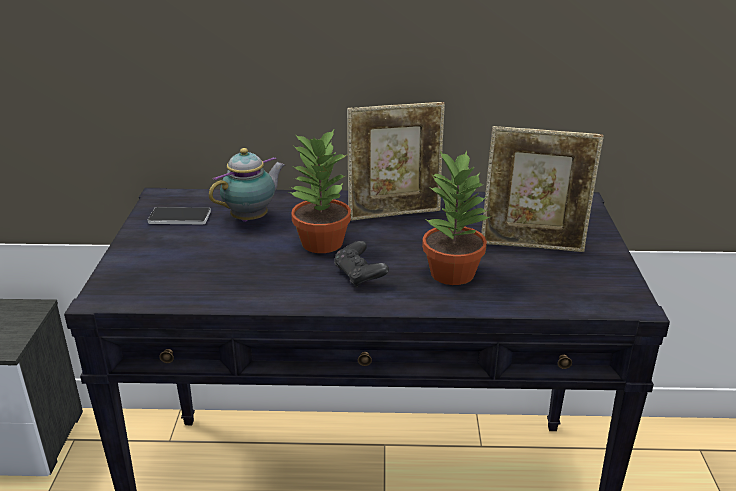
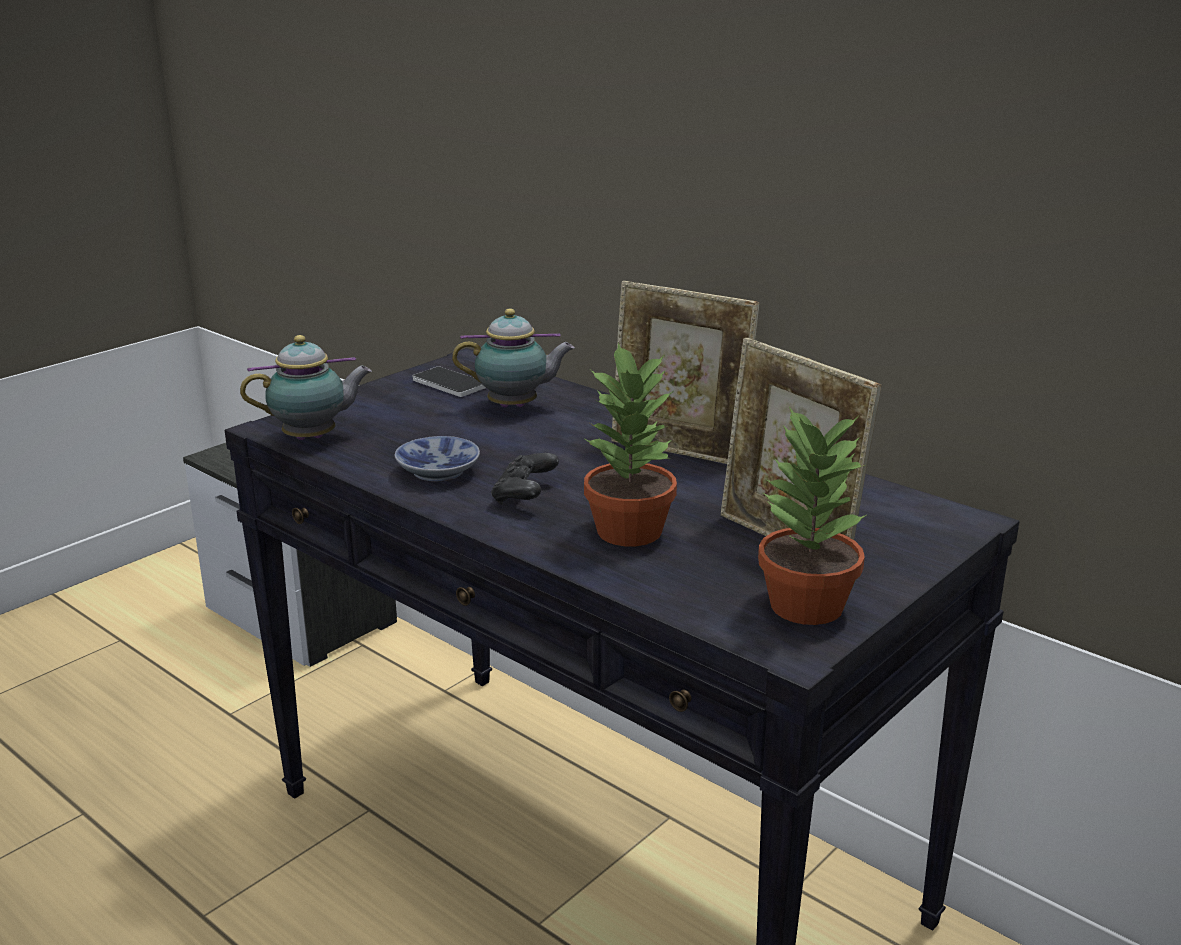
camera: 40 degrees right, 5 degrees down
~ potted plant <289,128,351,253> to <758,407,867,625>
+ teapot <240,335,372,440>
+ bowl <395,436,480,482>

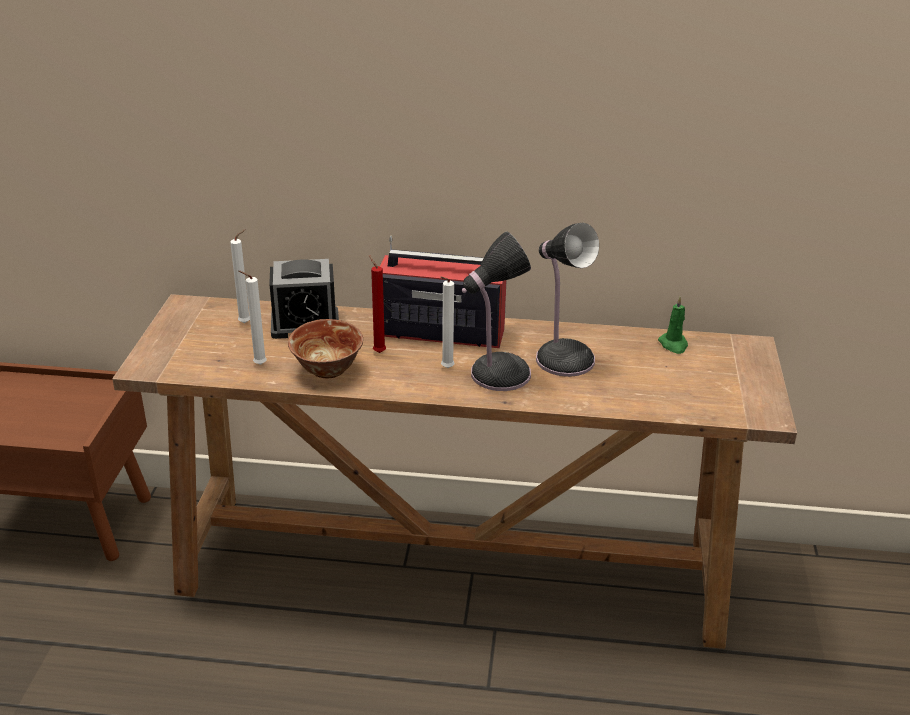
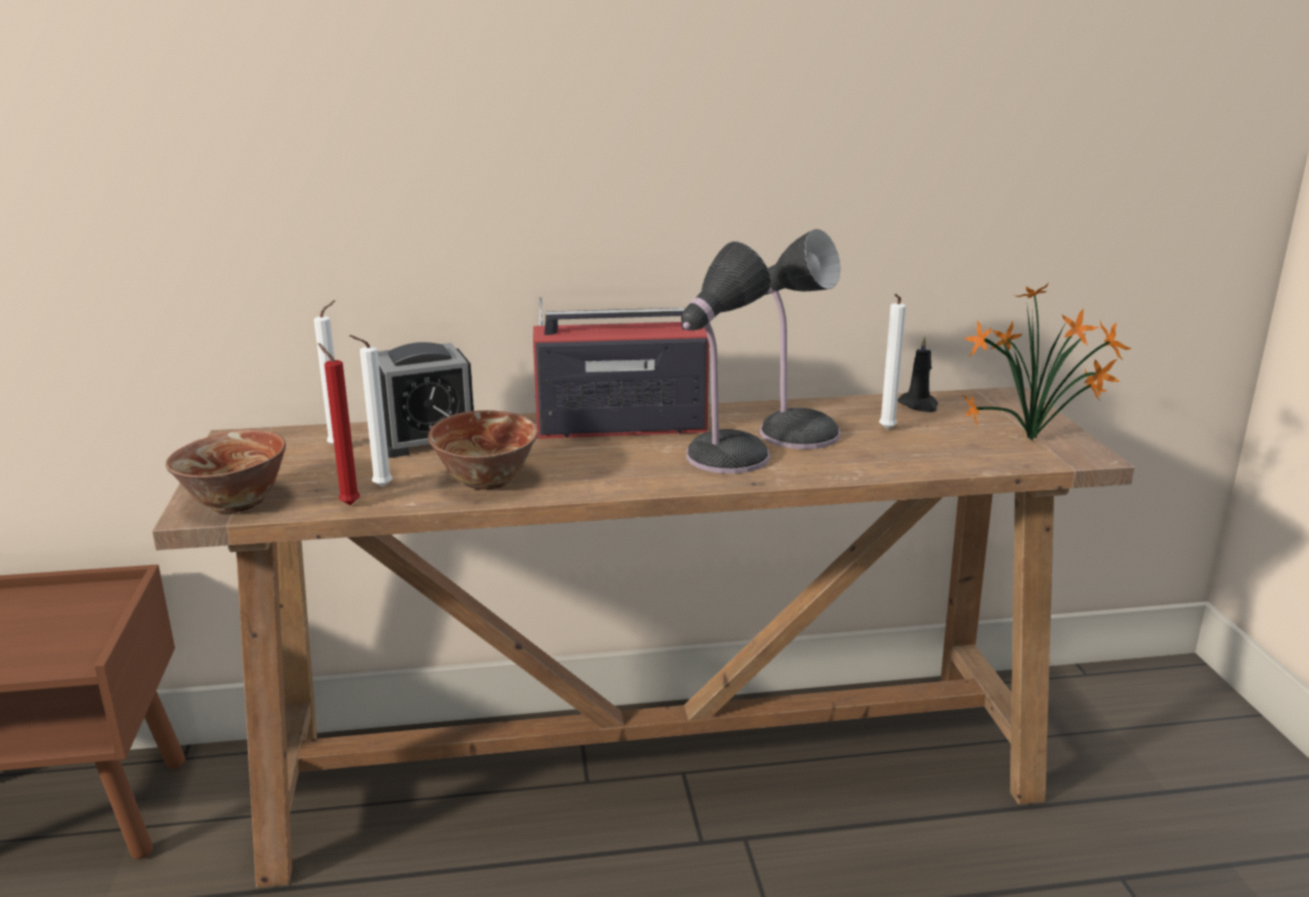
camera: 15 degrees left, 10 degrees down
~ candle (red) <369,255,386,353> to <318,343,360,505>
~ candle (white) <440,276,454,368> to <879,294,906,430>
~ candle (green) <658,297,688,354> to candle (black) <898,336,938,412>
+ bowl <166,430,286,513>
+ potted plant <962,283,1131,441>

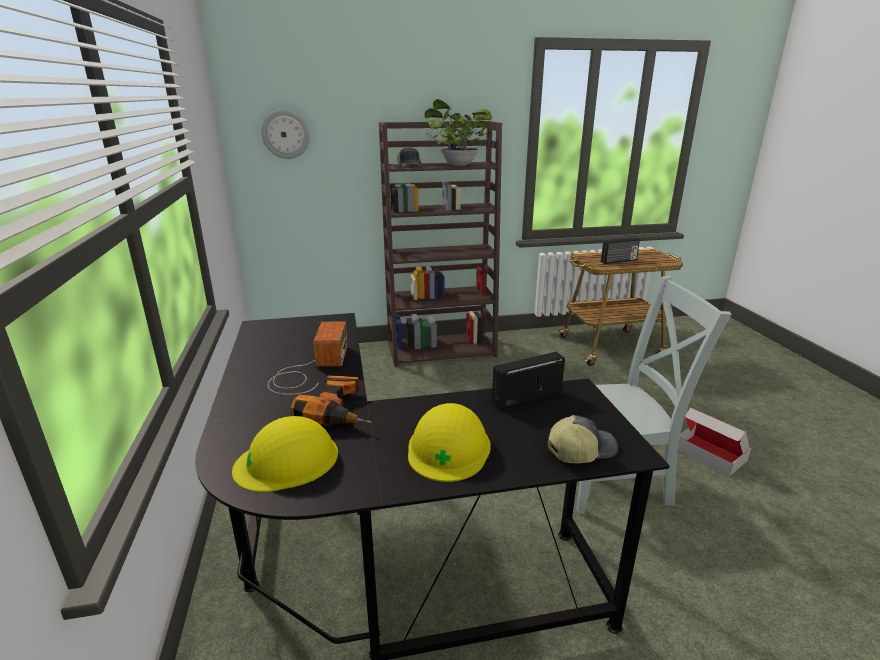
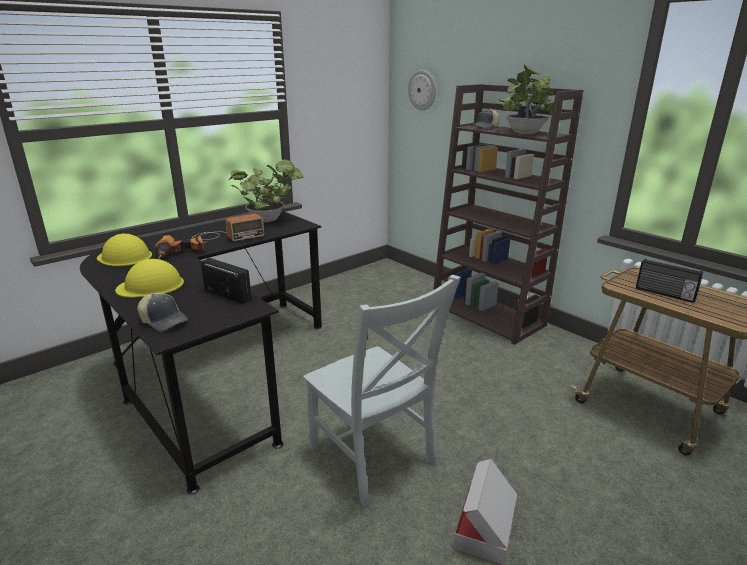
camera: 60 degrees right, 0 degrees up
+ potted plant <229,159,303,222>

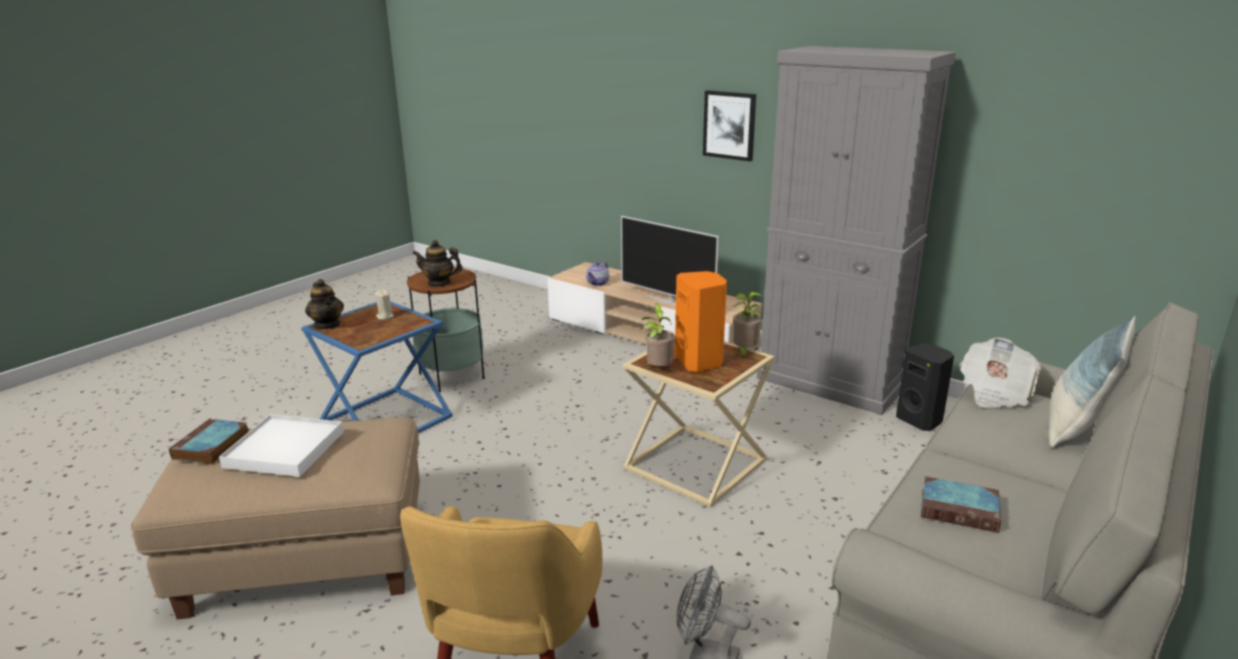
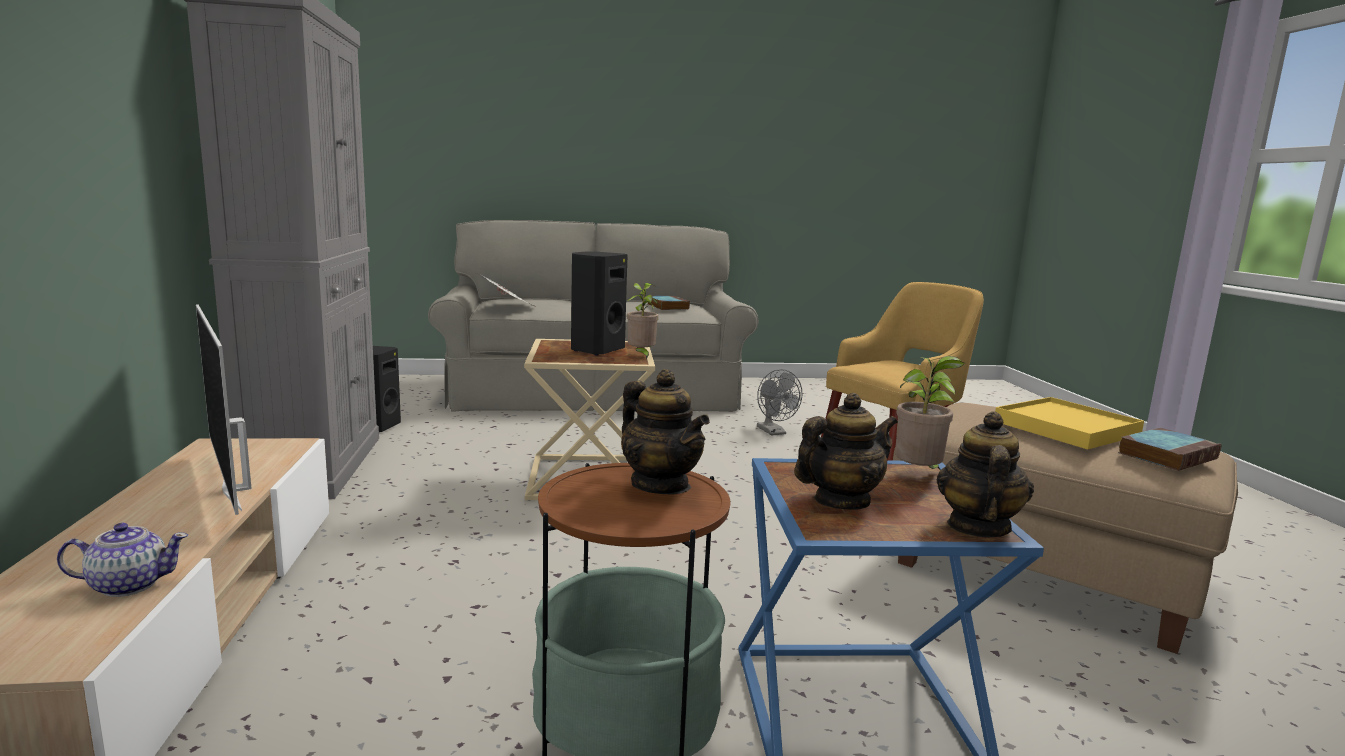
camera: 135 degrees left, 10 degrees down
~ tray (white) <219,415,344,477> to tray (yellow) <995,397,1144,449>
~ candle (beige) <375,290,394,320> to teapot <794,393,898,510>
~ television <621,216,719,305> = <196,304,252,515> 150 degrees clockwise
~ speaker (orange) <675,271,727,372> to speaker (black) <571,252,628,356>
- picture <703,90,756,161>
~ potted plant <732,292,763,360> to <895,356,965,471>
- pillow <1049,316,1136,448>

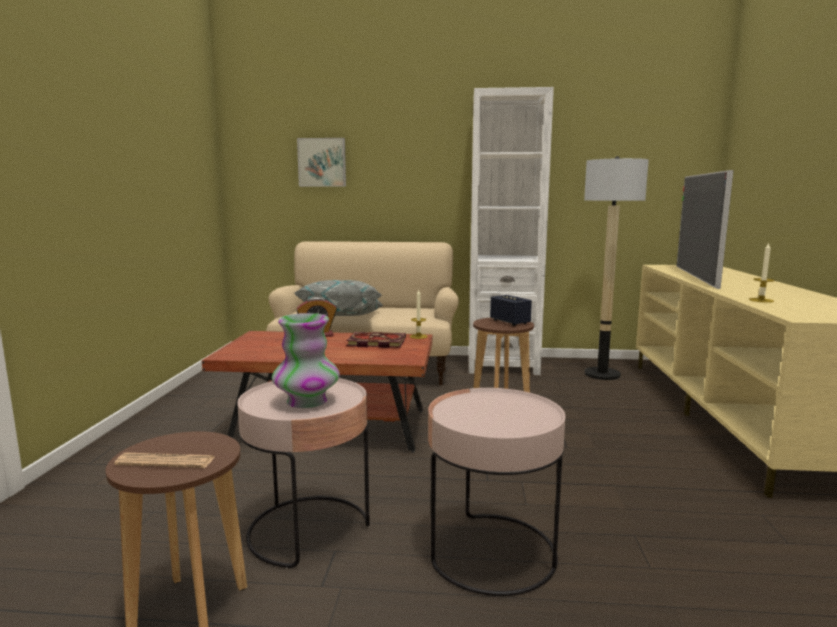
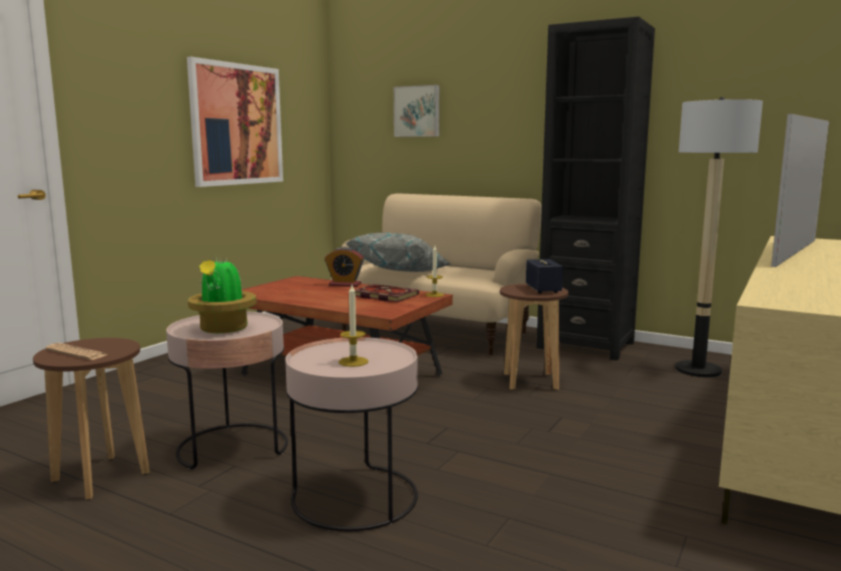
camera: 25 degrees right, 0 degrees up
~ vase <272,313,340,408> to potted plant <188,254,257,333>
~ bookcase (white) <469,87,554,375> to bookcase (black) <537,17,655,361>
~ candle <749,242,775,303> to <339,285,368,367>
+ picture <187,57,283,187>

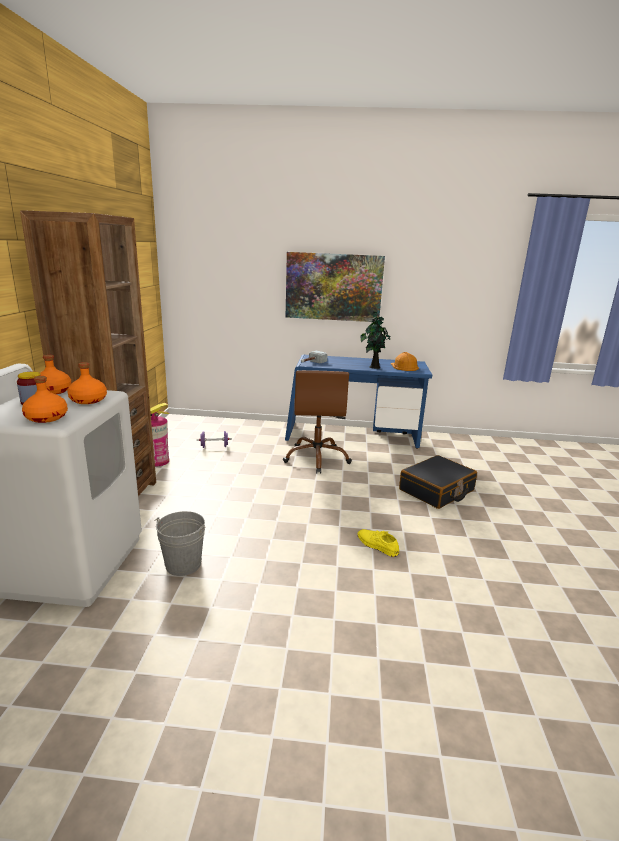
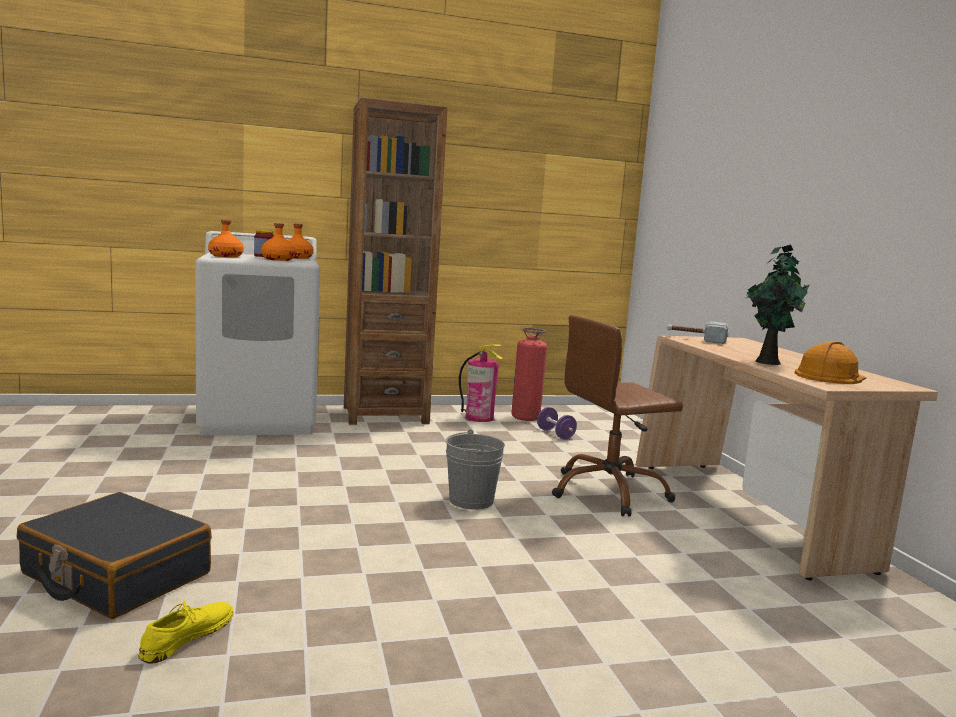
camera: 70 degrees right, 10 degrees down
~ bucket (grey) <154,511,205,576> to <445,429,505,510>
~ desk (blue) <285,355,432,449> to desk (beige) <636,336,938,580>
- picture <286,252,385,322>
~ shoe (yellow) <357,529,399,557> to <138,600,234,663>
~ suitcase (black) <399,455,477,509> to <17,492,212,619>
+ fire extinguisher <511,328,547,421>

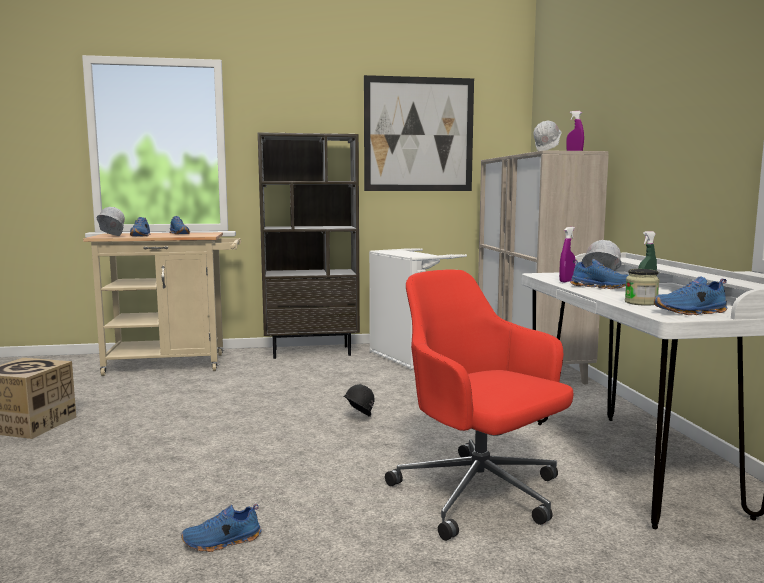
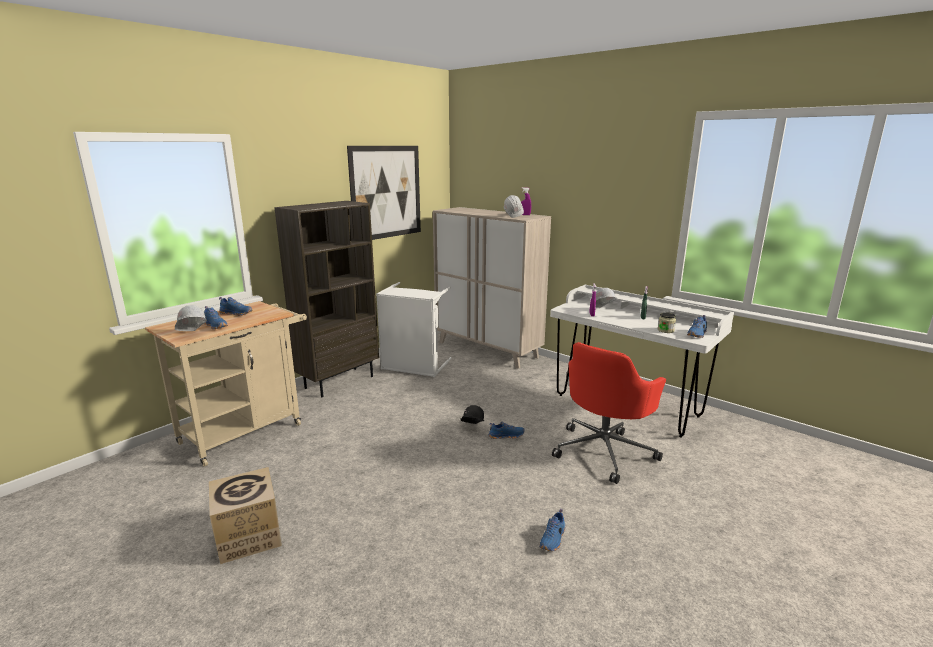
camera: 40 degrees left, 10 degrees up
~ office chair (red) <385,269,574,541> = <552,342,666,484> 60 degrees counterclockwise
~ shoe (blue) <570,259,629,289> to <488,421,525,439>

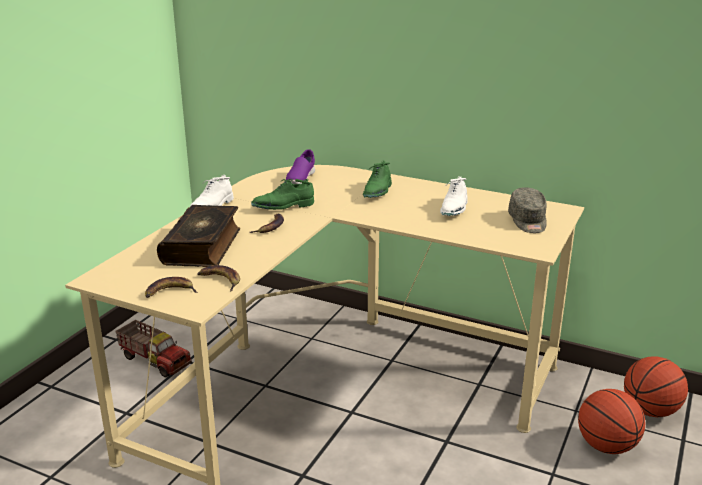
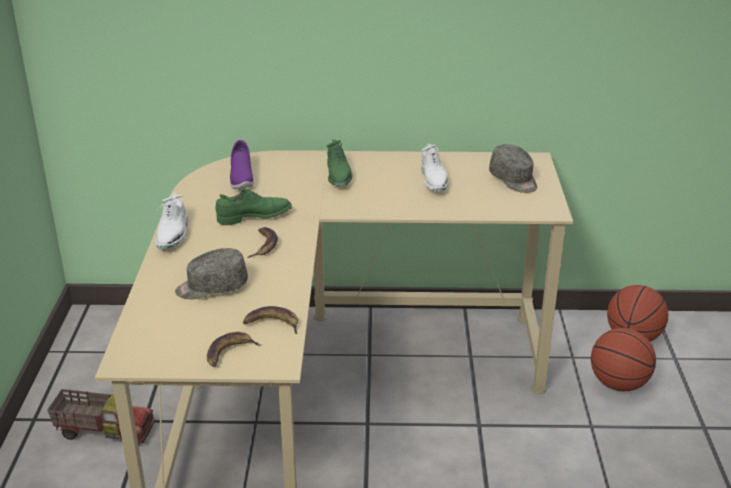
camera: 25 degrees left, 5 degrees up
~ book <157,205,240,267> to cap (grey) <175,248,248,299>
~ shoe (green) <251,179,314,210> = <216,186,292,225> 150 degrees counterclockwise

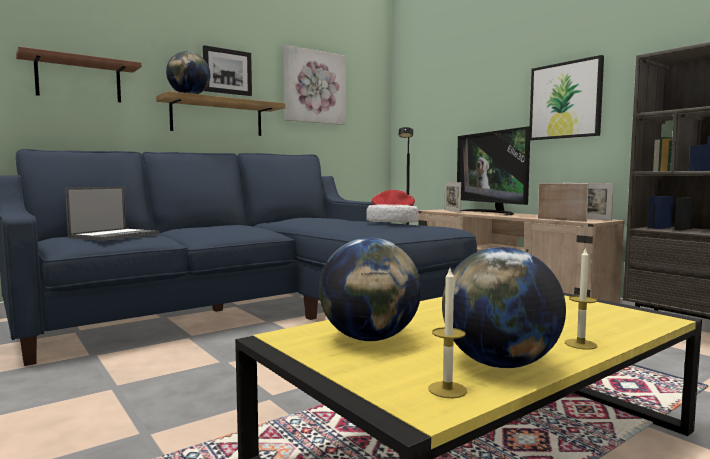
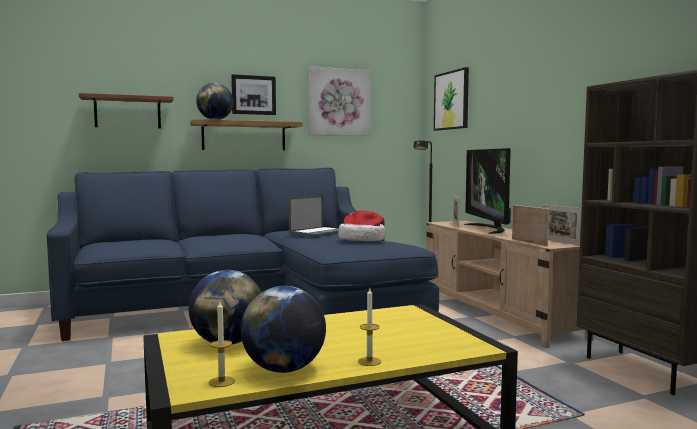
camera: 15 degrees right, 0 degrees up
~ laptop <65,187,160,241> to <289,196,339,237>
~ picture <530,55,604,140> to <434,67,469,131>

